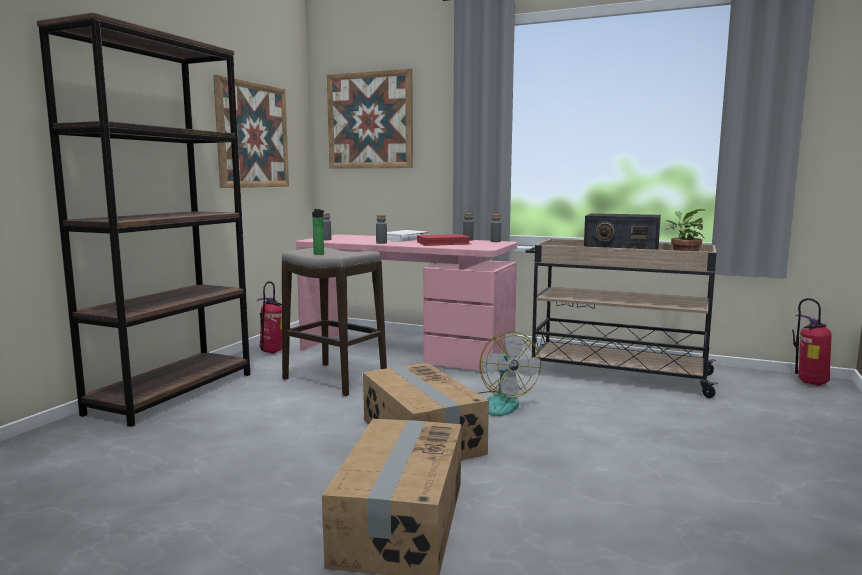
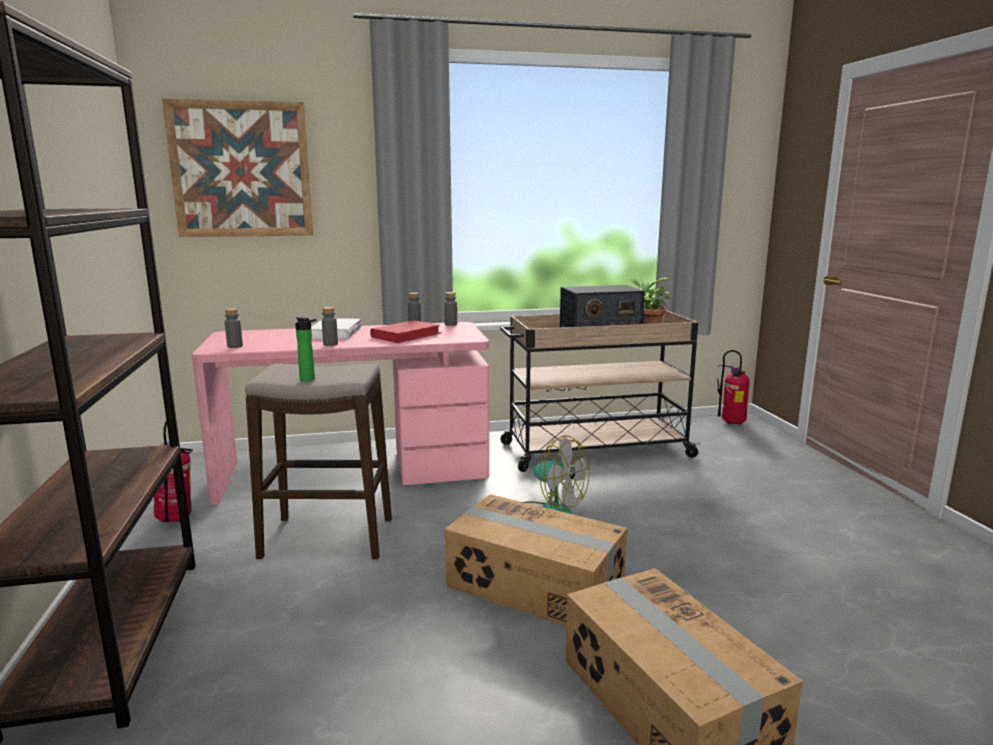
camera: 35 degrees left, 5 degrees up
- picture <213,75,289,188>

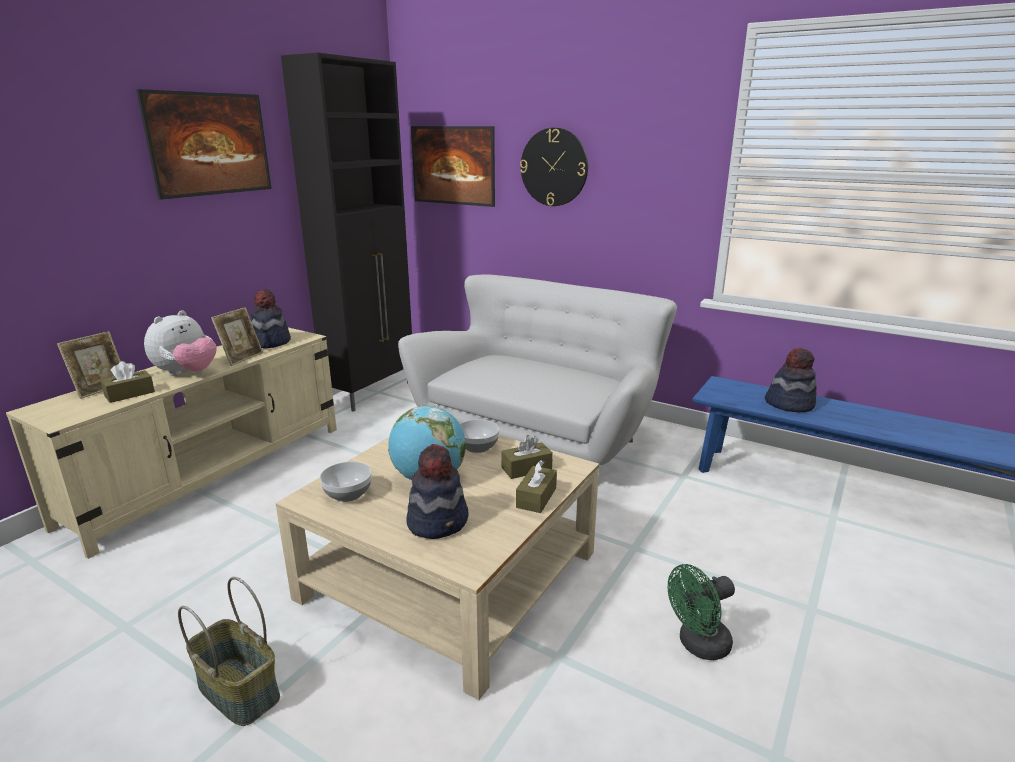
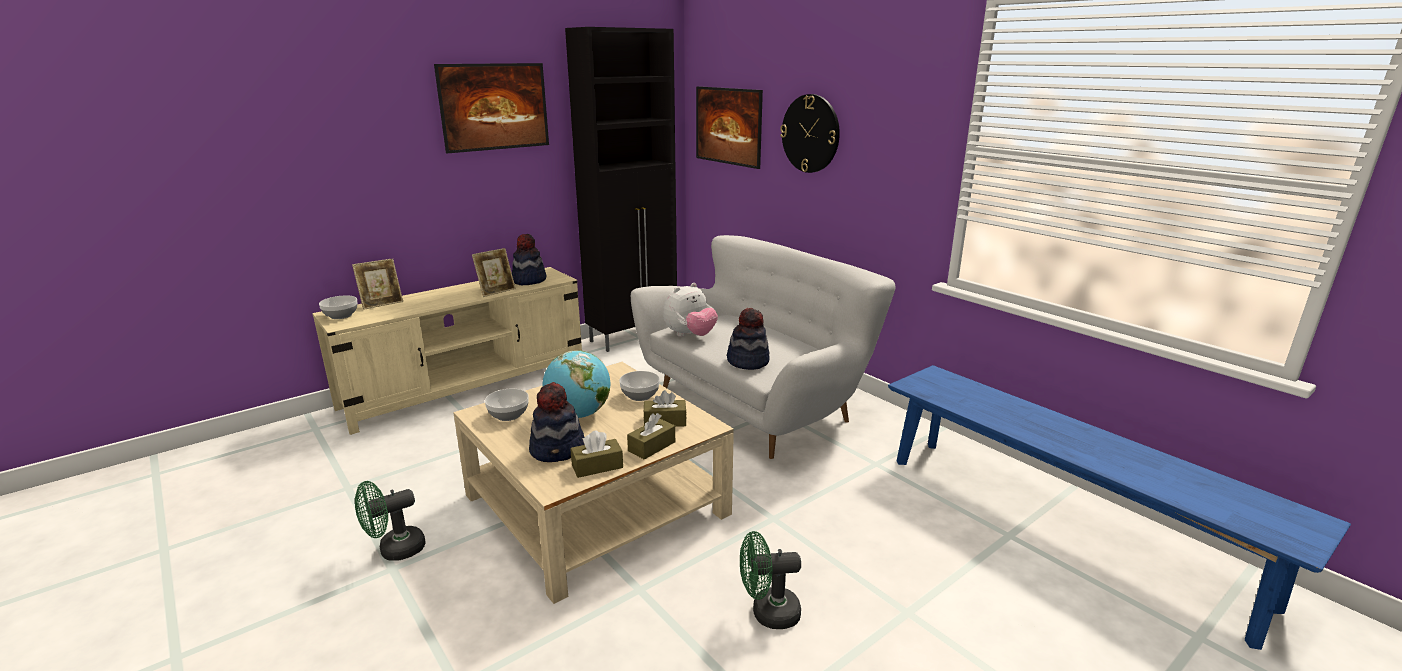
camera: 20 degrees right, 0 degrees up
~ tissue box (brown) <101,361,155,403> to <570,430,623,478>
~ plush toy <144,310,217,376> to <663,283,718,337>
~ basket <178,577,280,726> to fan (green) <355,481,425,561>
~ hat <765,348,817,412> to <727,308,770,370>
+ bowl <319,295,357,319>

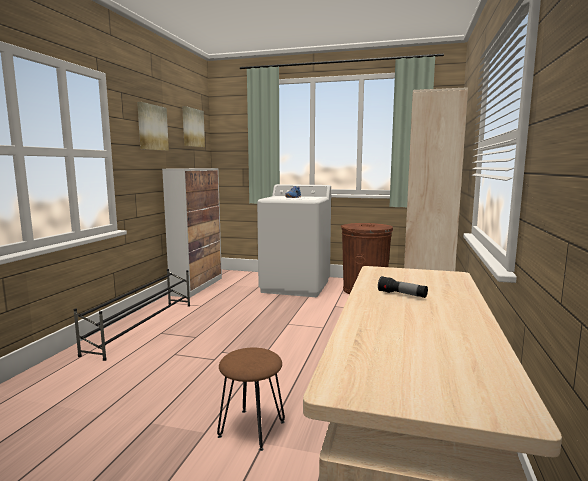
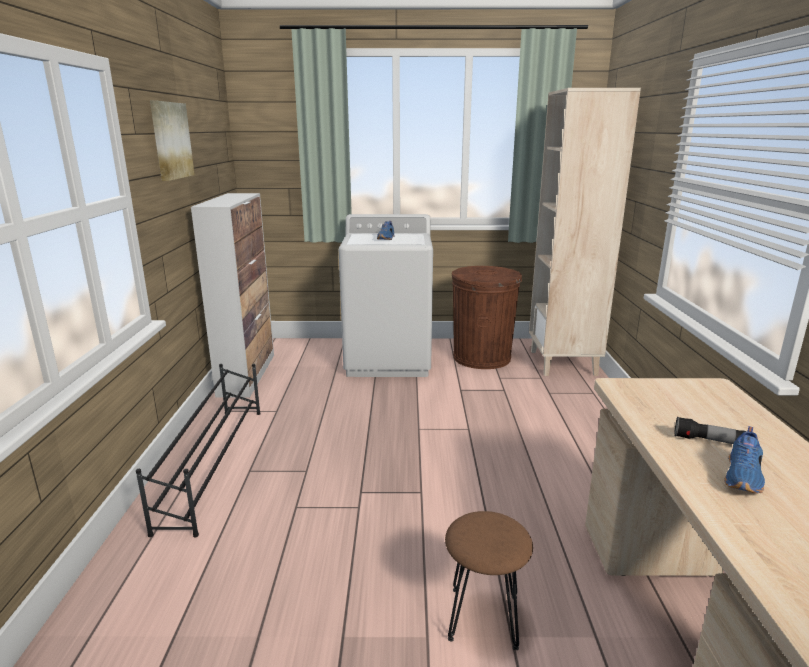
camera: 15 degrees left, 10 degrees up
- picture <182,106,205,147>
+ shoe (blue) <724,426,765,494>

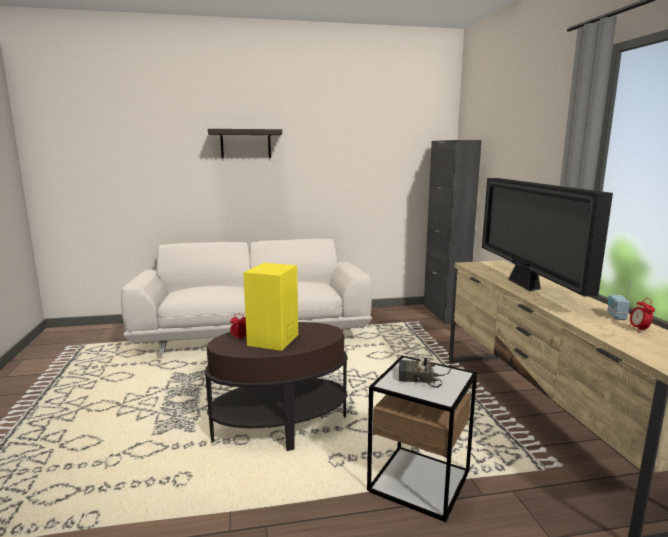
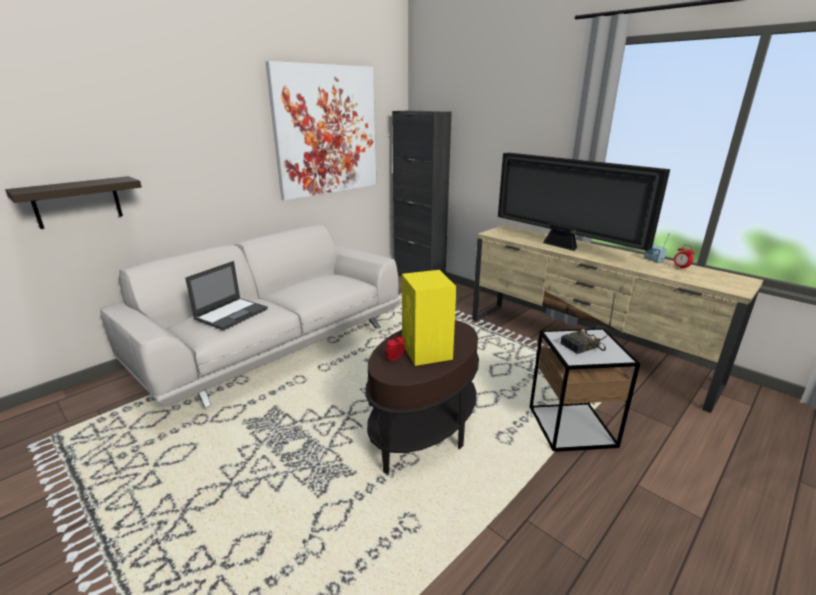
camera: 35 degrees left, 10 degrees up
~ shelf <208,129,282,158> to <5,176,142,229>
+ laptop <185,261,268,330>
+ picture <266,61,377,201>

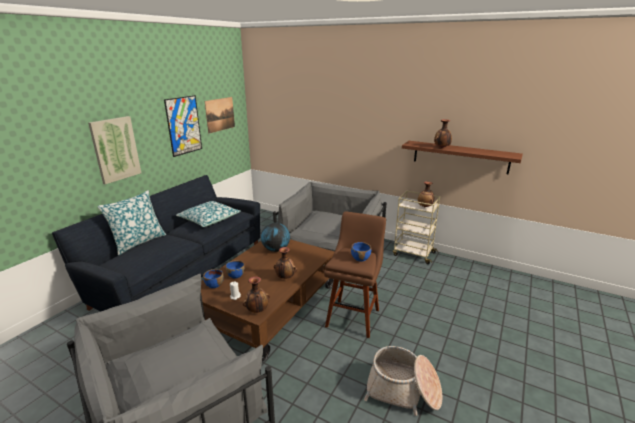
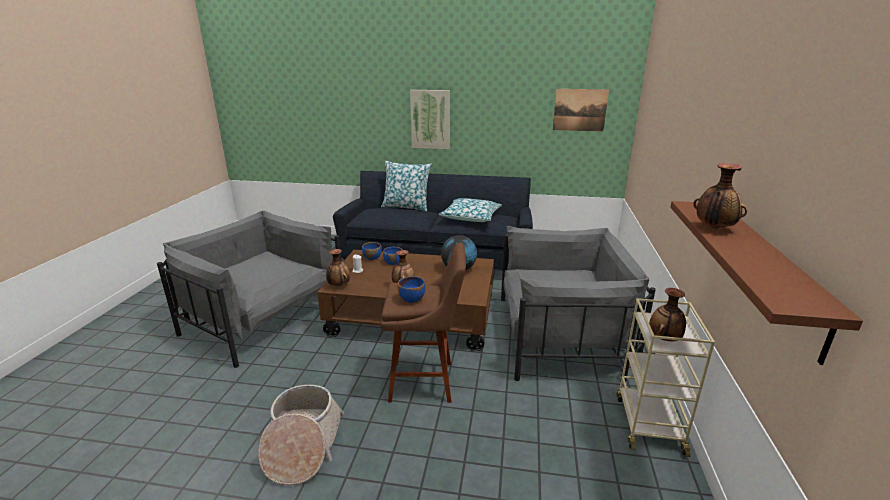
camera: 70 degrees right, 0 degrees up
- picture <164,95,202,157>

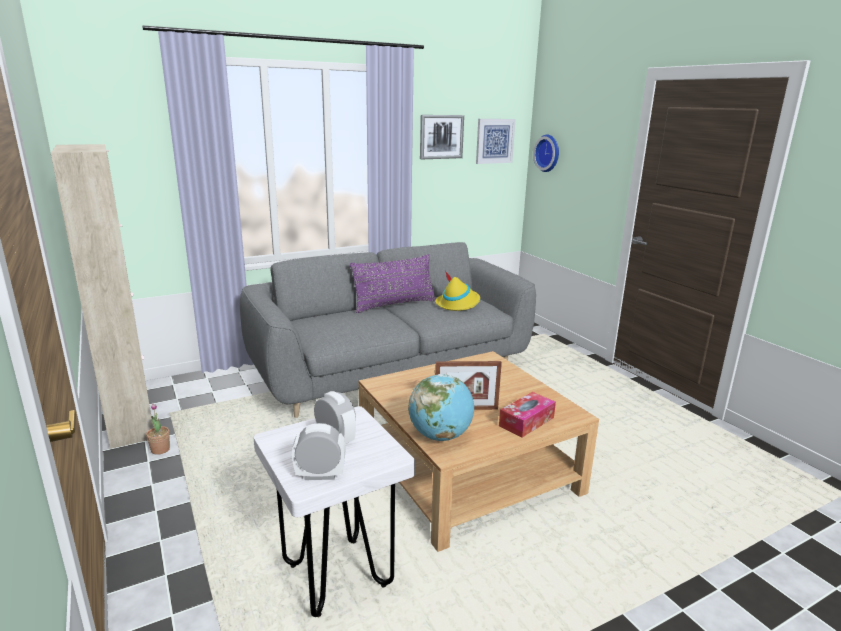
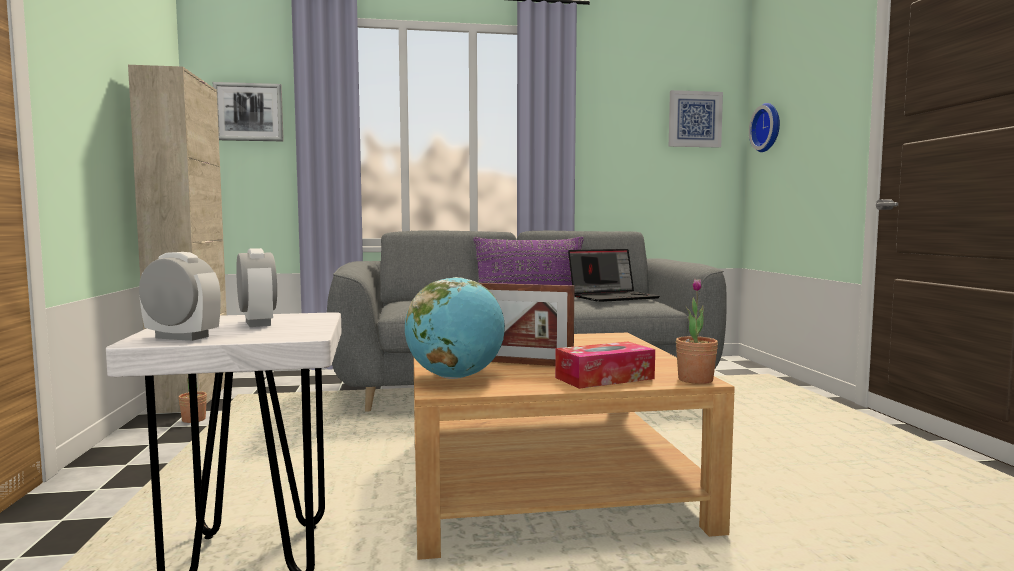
camera: 20 degrees right, 15 degrees down
~ picture <420,115,464,159> to <213,82,284,141>
~ hat (yellow) <435,271,480,311> to laptop <568,249,660,302>
+ potted plant <676,279,718,384>

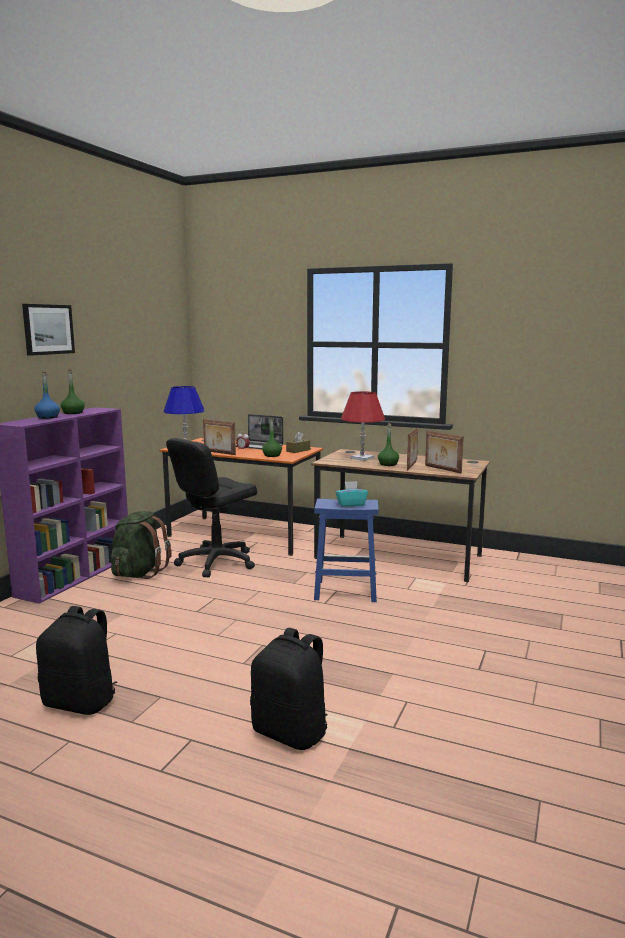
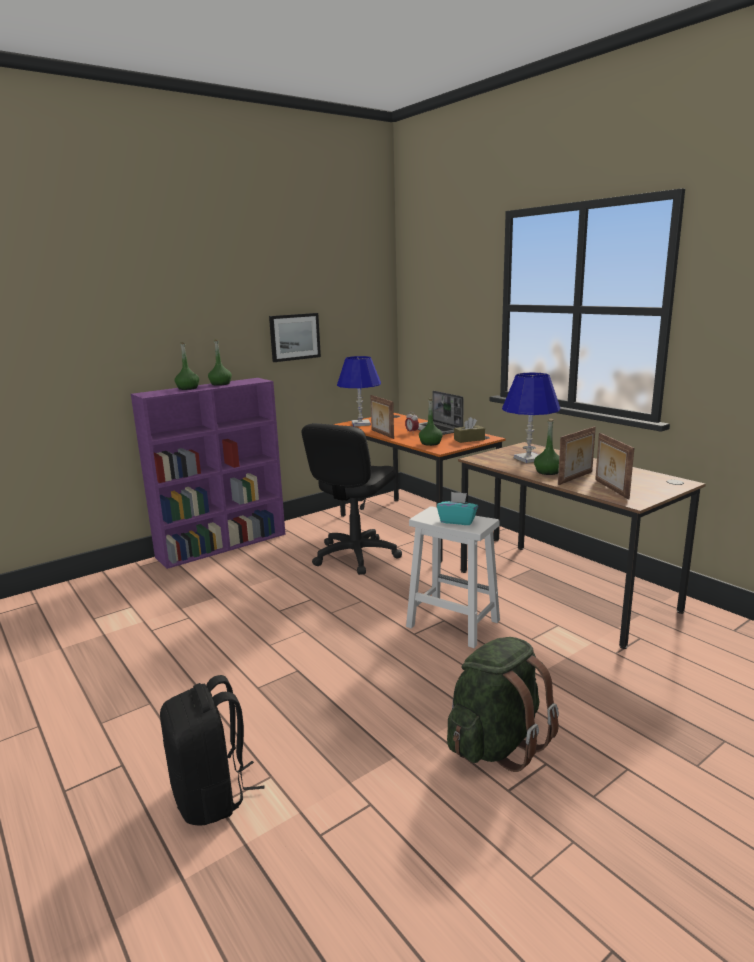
camera: 30 degrees right, 5 degrees up
~ picture <22,304,75,356> to <269,313,321,362>
~ bottle (blue) <34,372,60,419> to bottle (green) <175,342,199,390>
- backpack (black) <36,606,117,715>
~ backpack (green) <111,511,172,579> to <447,637,559,772>
~ office chair (black) <166,438,257,578> = <301,423,402,575> 45 degrees counterclockwise
~ stool (blue) <314,499,379,602> to stool (white) <406,506,500,648>
~ table lamp (red) <341,391,385,461> to table lamp (blue) <502,373,560,463>

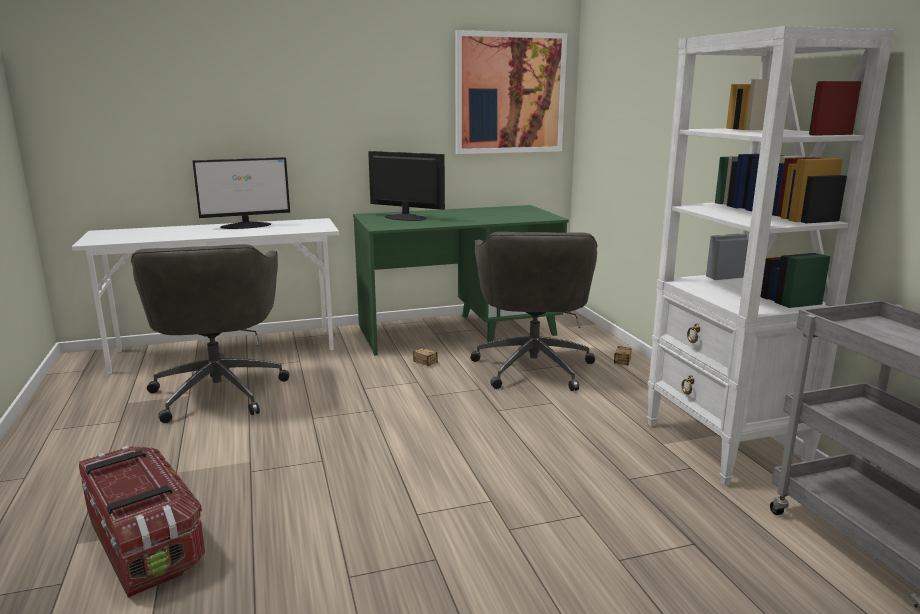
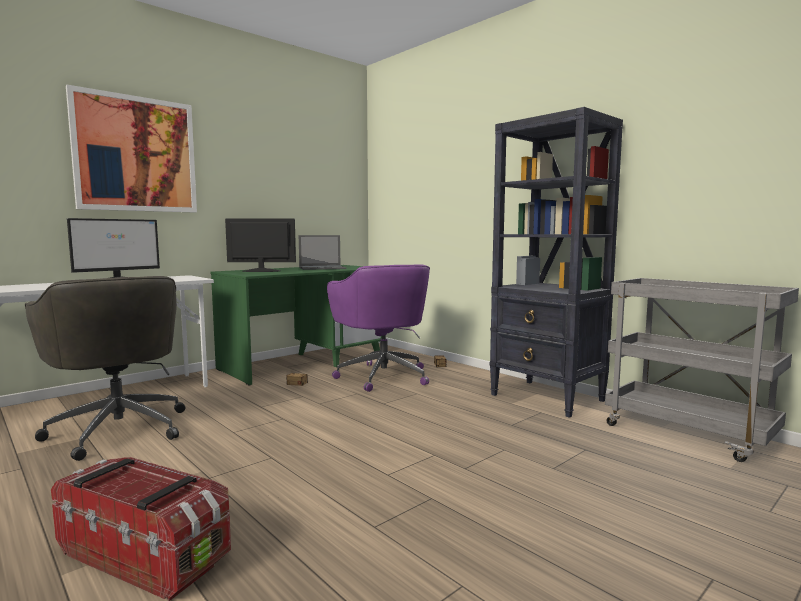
camera: 25 degrees left, 10 degrees down
~ picture <455,30,567,154> to <66,85,197,212>
~ office chair (grey) <471,232,598,391> to office chair (purple) <327,265,430,392>
~ bookcase (white) <647,26,894,486> to bookcase (black) <489,107,623,418>
+ laptop <299,235,346,270>

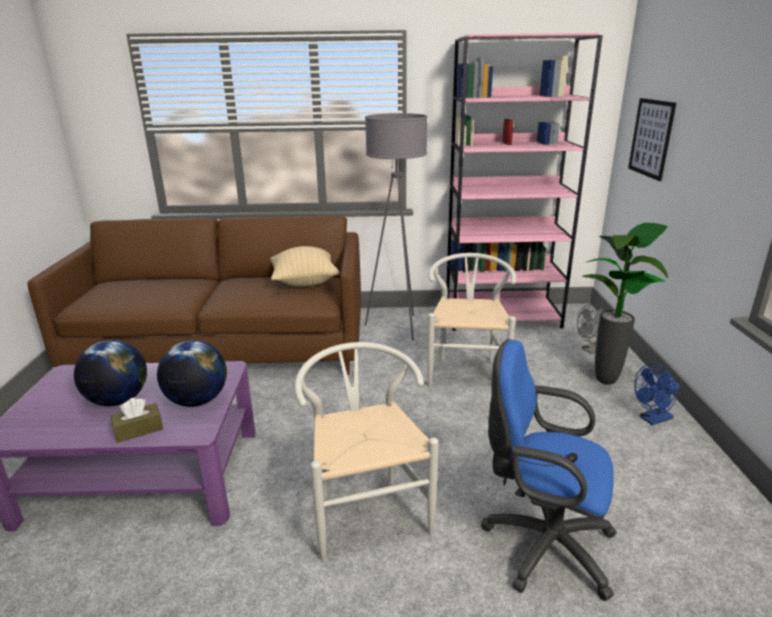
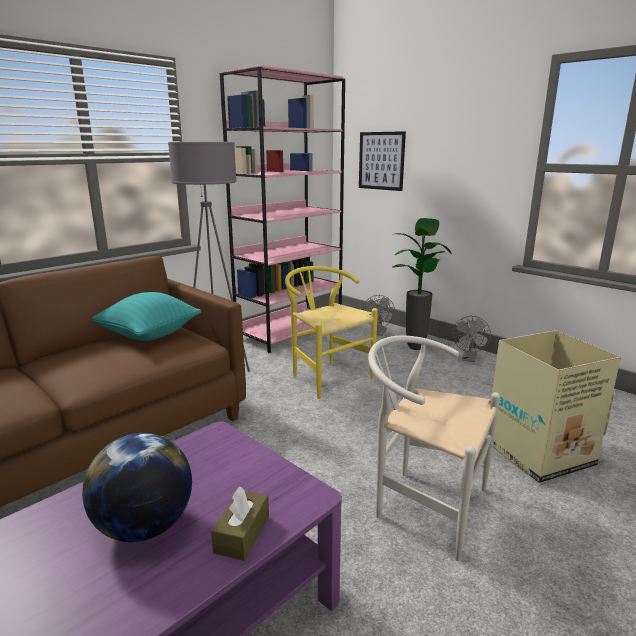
camera: 45 degrees left, 5 degrees down
- globe <157,340,227,407>
~ pillow (beige) <270,246,340,287> to pillow (turquoise) <92,292,201,341>
~ chair (white) <427,253,516,388> to chair (yellow) <285,266,378,399>
~ office chair (blue) <481,339,617,601> to cardboard box <492,330,621,483>
~ fan (blue) <634,364,680,425> to fan (grey) <452,316,491,362>

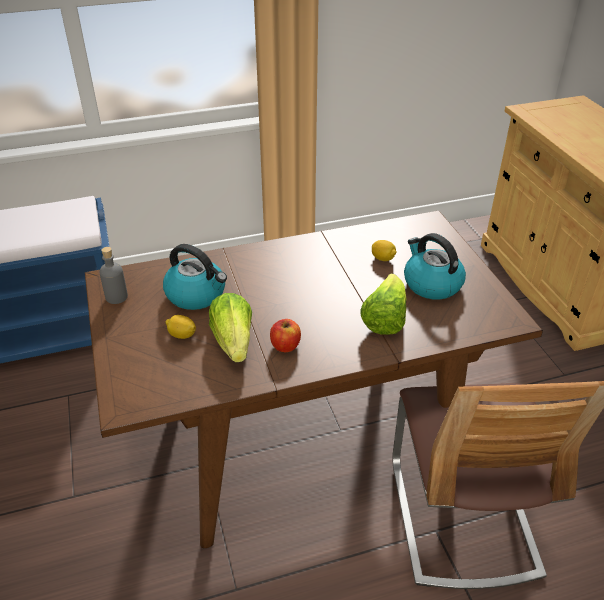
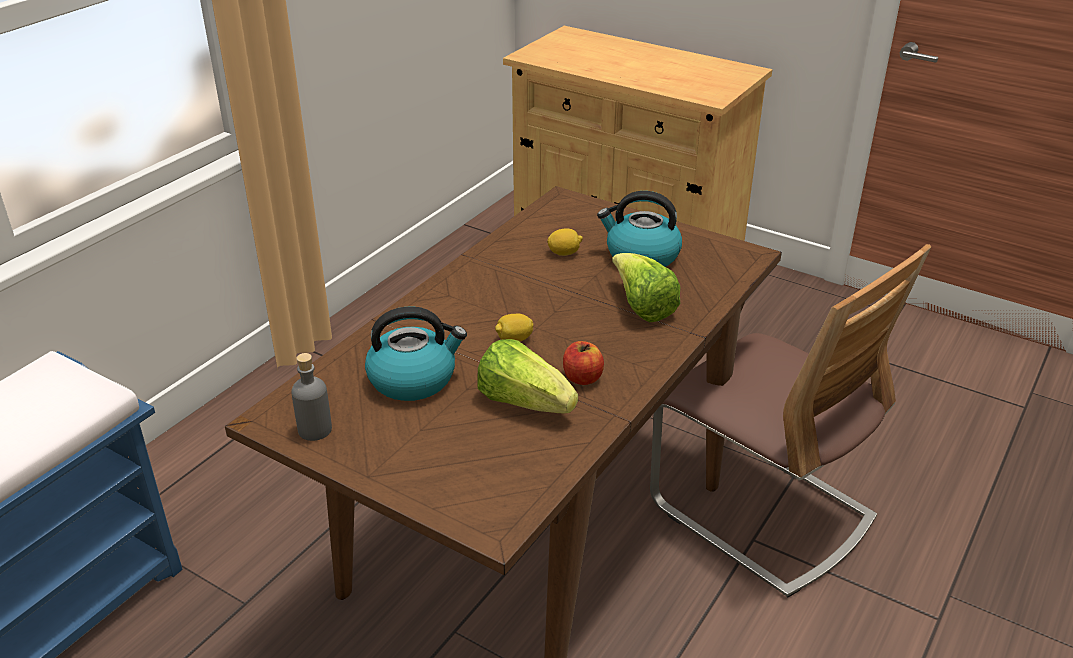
camera: 40 degrees left, 5 degrees down
~ lemon <165,315,196,339> to <495,314,533,342>

